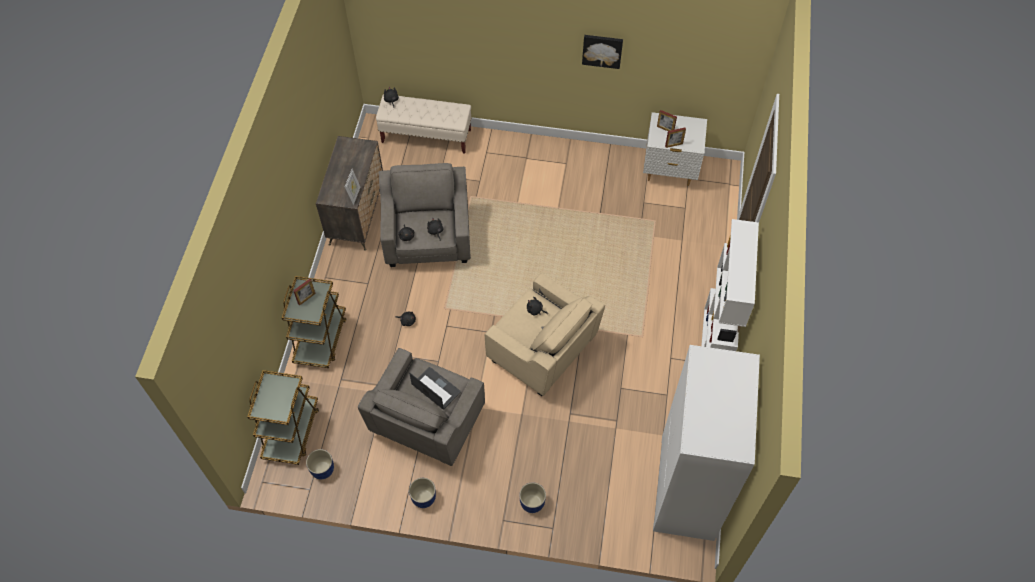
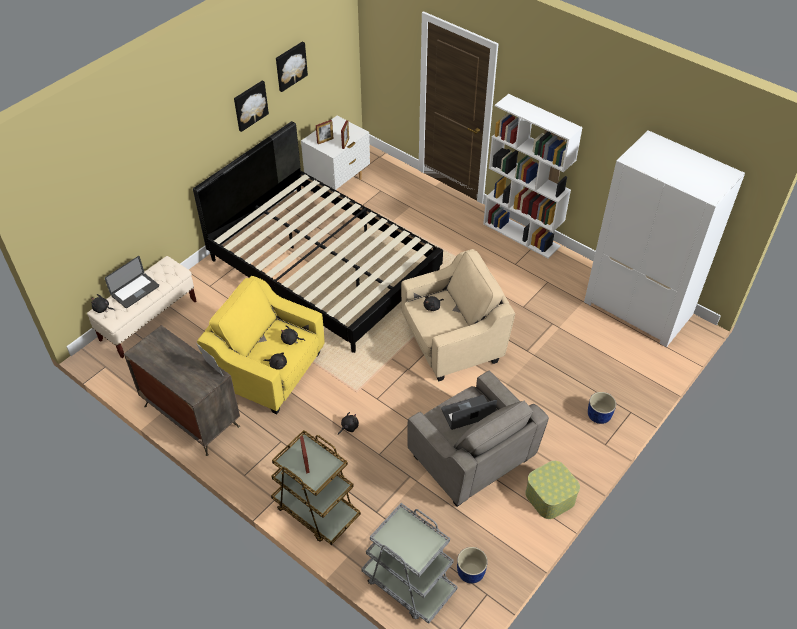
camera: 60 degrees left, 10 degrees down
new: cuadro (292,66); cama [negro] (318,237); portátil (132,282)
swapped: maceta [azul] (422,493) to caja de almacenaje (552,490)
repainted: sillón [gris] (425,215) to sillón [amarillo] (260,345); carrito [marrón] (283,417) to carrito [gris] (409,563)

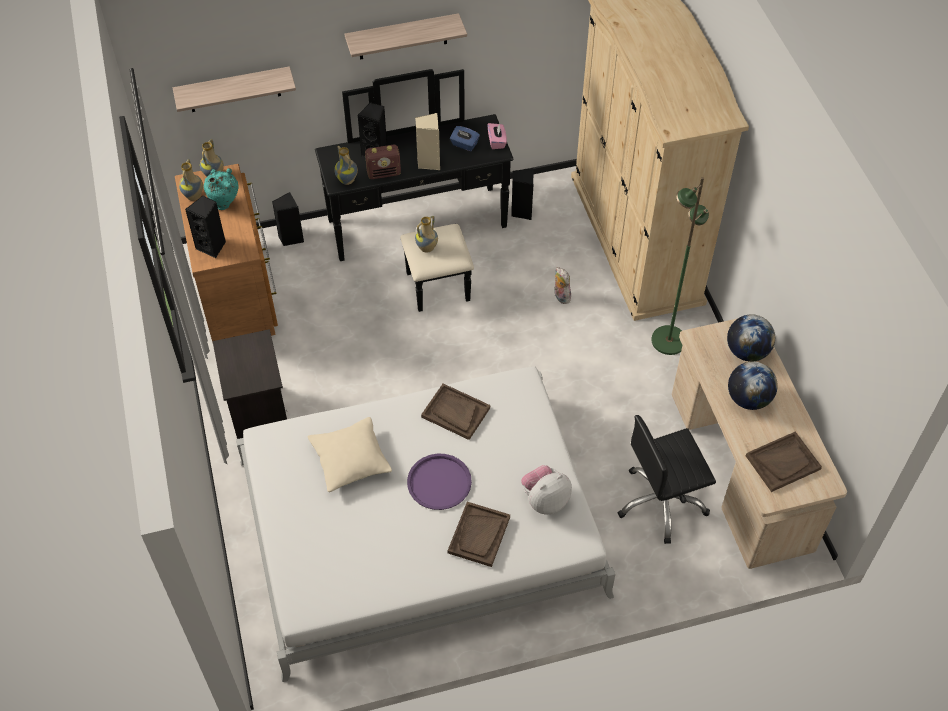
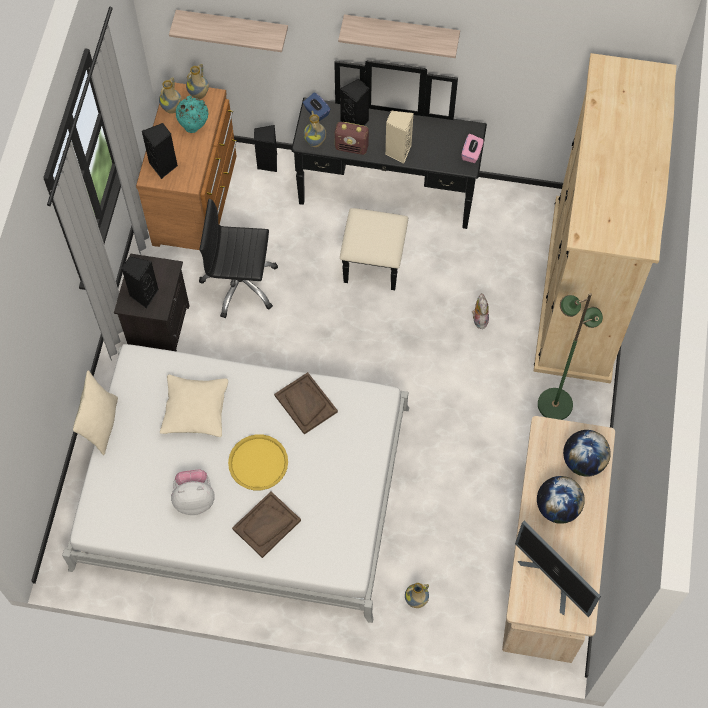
camera: 25 degrees right, 10 degrees up
new: cojín [beis] (95,412)
shifted: caja de pañuelos [azul] (465,138) to (316,106); altavoz [negro] (522,194) to (140,282); florero (426,234) to (417,595); silla de oficina [negro] (667,479) to (238,258); peluche (546,489) to (193,492)
swapped: bandeja [marrón] (784,461) to monitor (558,569)
repainted: bandeja [morado] (439,482) to bandeja [amarillo] (258,462)

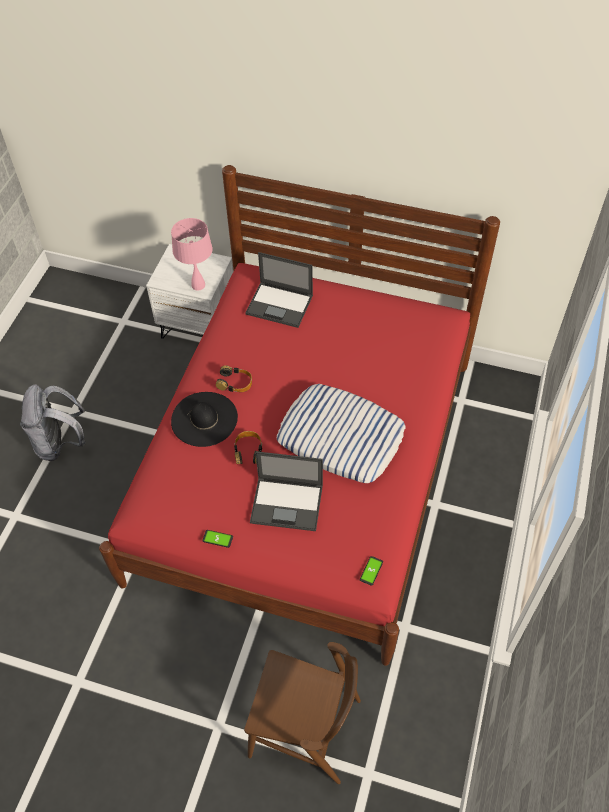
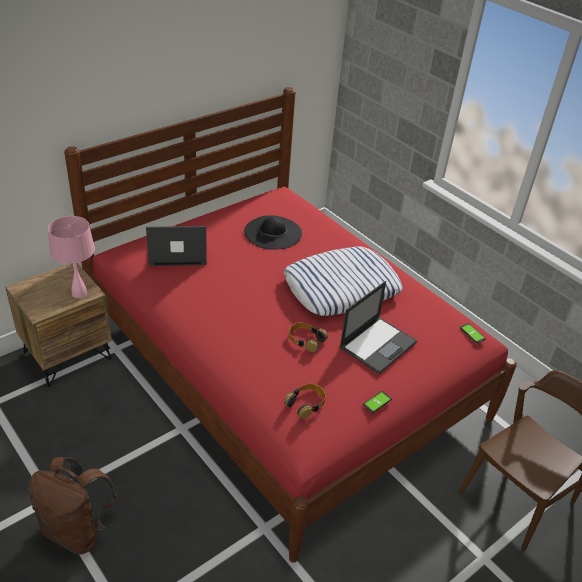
camera: 60 degrees left, 15 degrees down
shifted: auriculares (234,378) to (305,401); sombrero [negro] (204,419) to (273,232)
repainted: mesita de noche [blanco] (190,291) to mesita de noche [marrón] (58,325); mochila [gris] (53,423) to mochila [marrón] (74,505)
rotated: portátil (279,290) = (176,246) 150 degrees counterclockwise

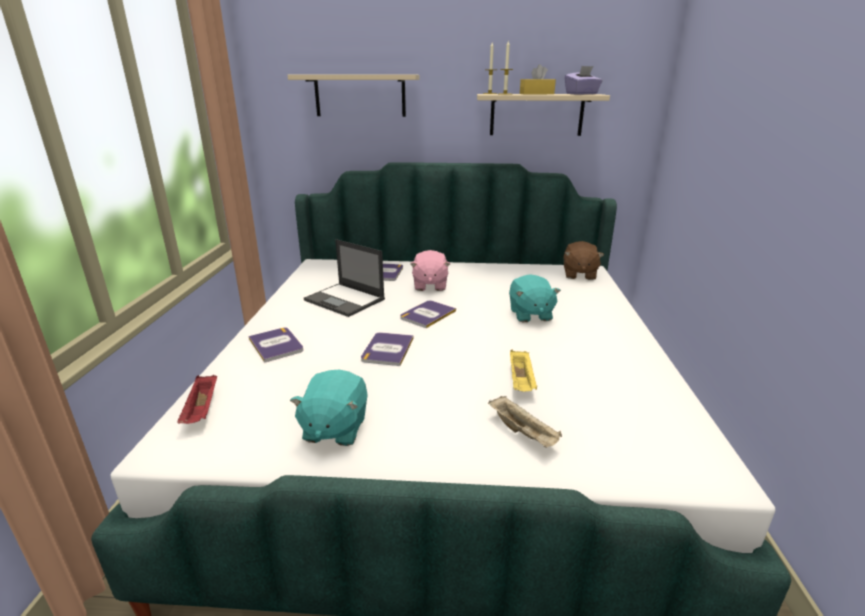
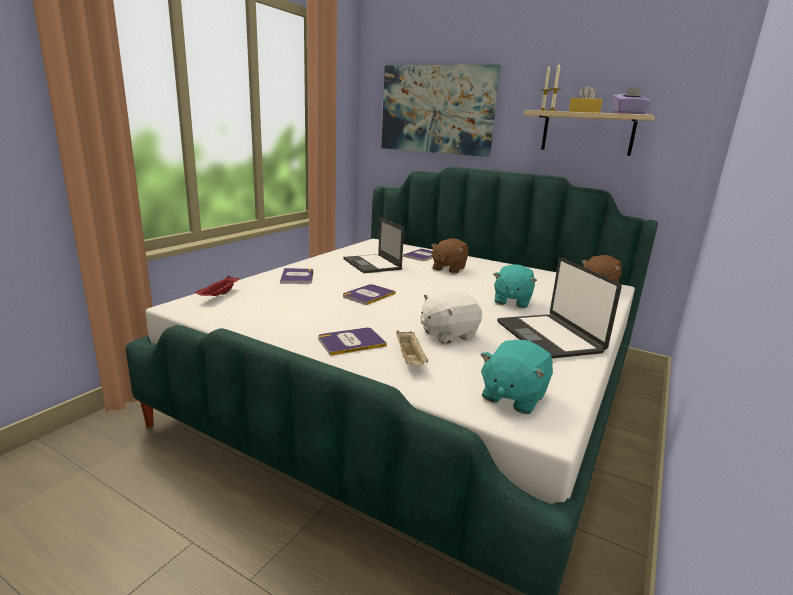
camera: 25 degrees right, 5 degrees down
new: portátil (559,308)
shifted: libro (428,314) to (352,342); peluche [turquesa] (329,408) to (516,377)
swapped: estante [beis] (353,95) to cuadro (441,110); bandeja [amarillo] (523,370) to peluche [blanco] (451,317)
repainted: peluche [rosa] (430,270) to peluche [marrón] (449,256)

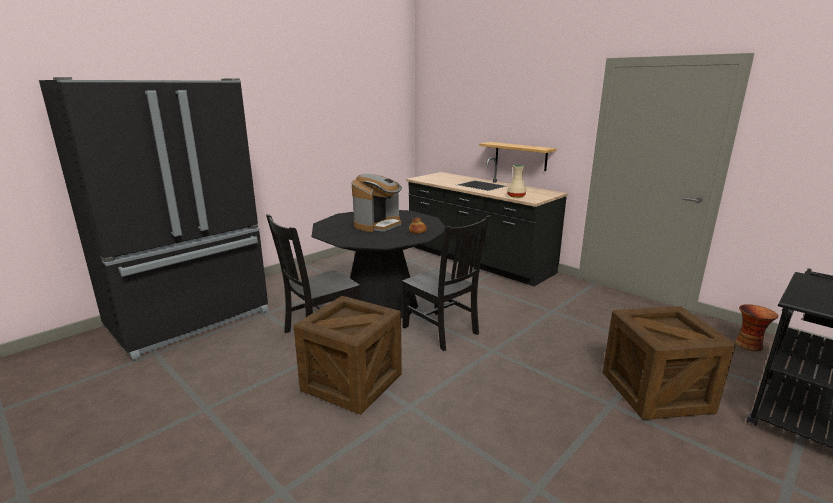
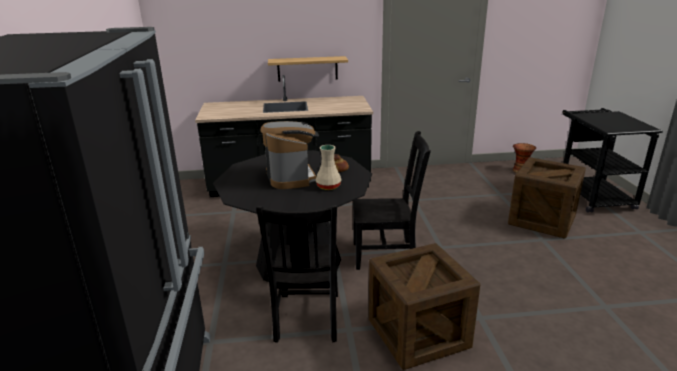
camera: 50 degrees left, 5 degrees up
shifted: florero [beis] (516,181) to (329,167)

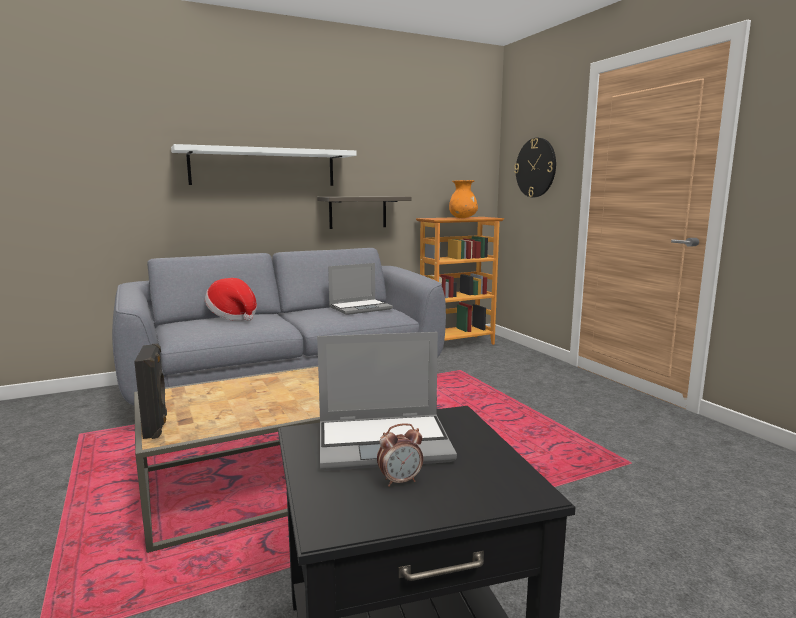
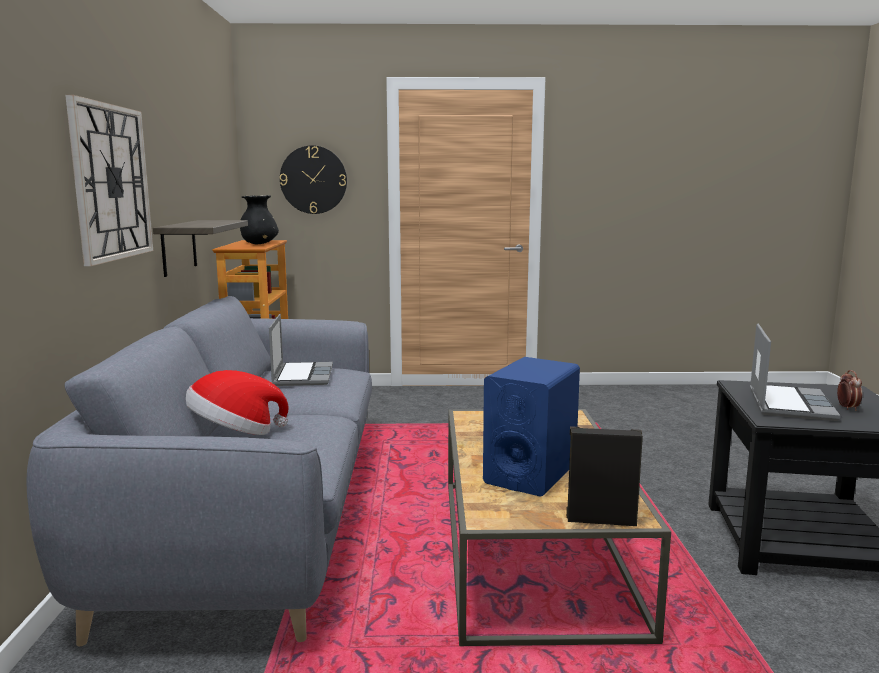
camera: 65 degrees left, 0 degrees up
new: altavoz [azul] (531,427)
swapped: estante [blanco] (264,165) to reloj de pared (109,180)
repainted: florero [naranja] (463,199) to florero [negro] (259,219)

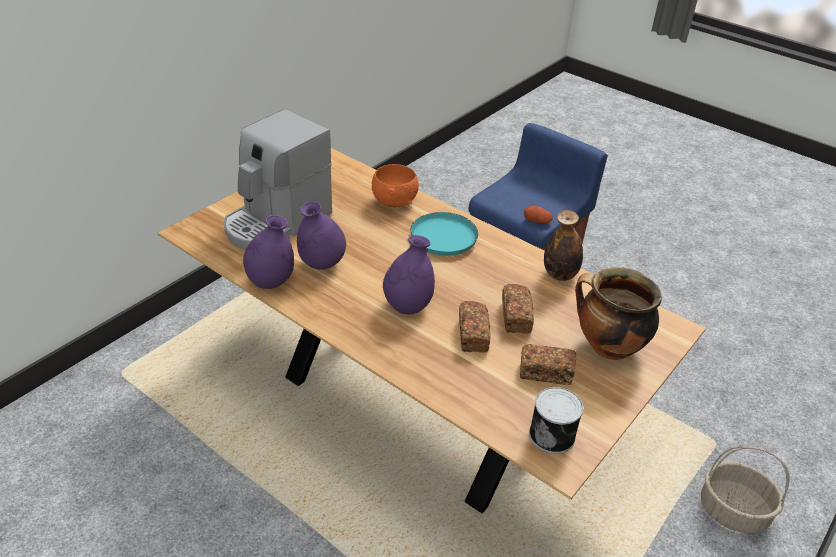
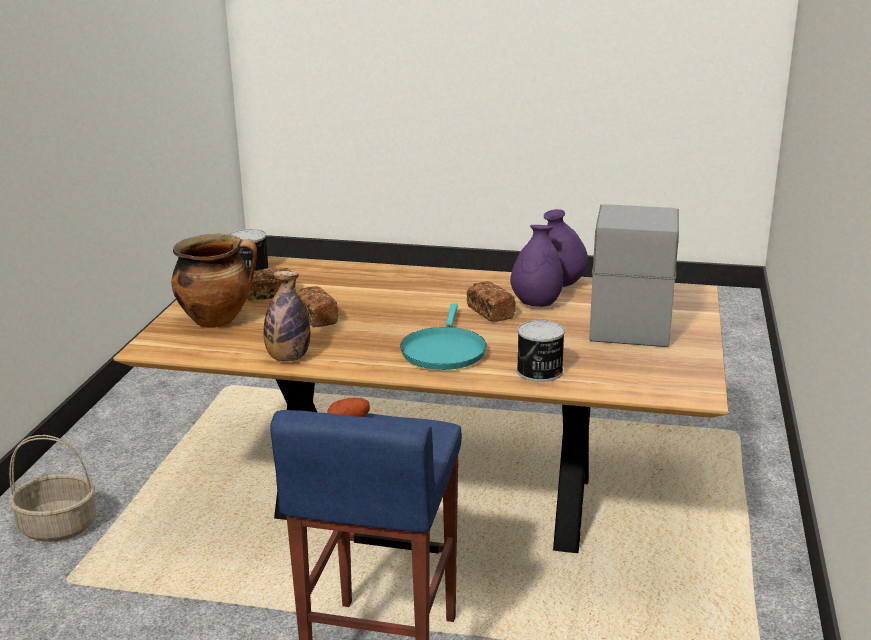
camera: 155 degrees right, 15 degrees down
gone: florero [morado] (409,275)
shifted: pan (474,327) to (491,301)
swapped: cuenco [naranja] (395,185) to lata (541,351)

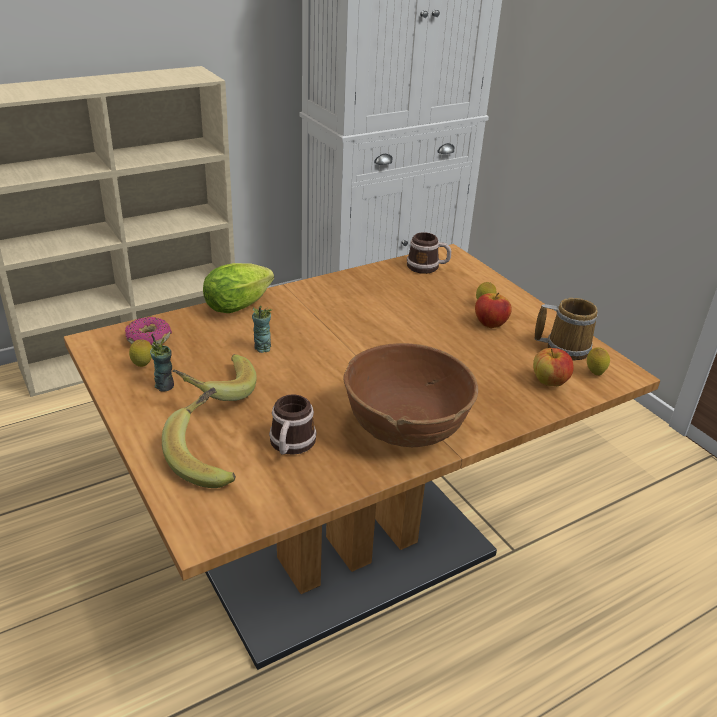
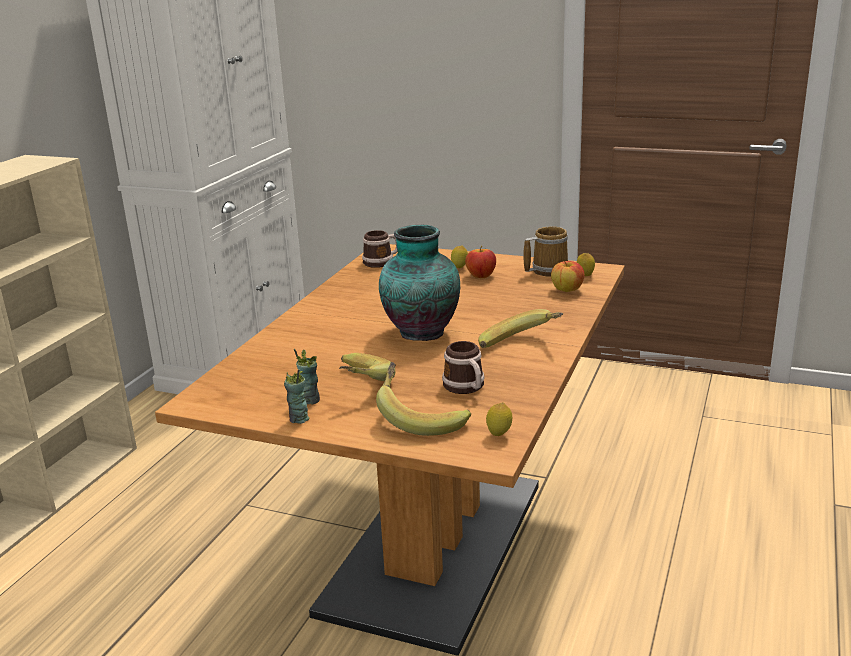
camera: 35 degrees left, 10 degrees down
gone: lechuga (238,288); rosquilla (148,331)
new: florero (419,282)
shifted: taza (262,329) to (296,397); limón (140,353) to (499,419)
swapped: cuenco [marrón] (410,395) to plátano (520,328)

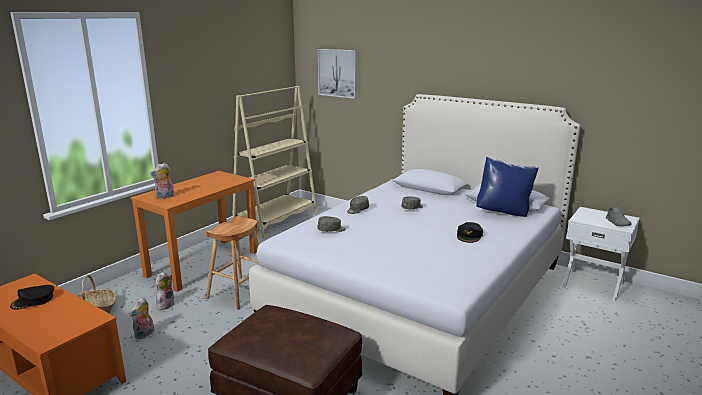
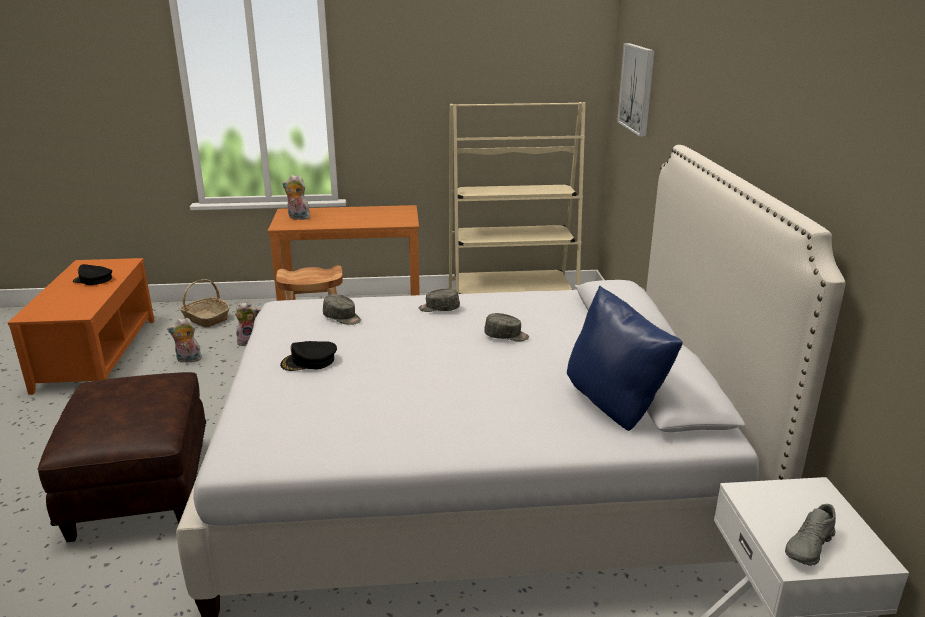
camera: 50 degrees right, 5 degrees up
shifted: gorra [negro] (470,232) to (308,356)

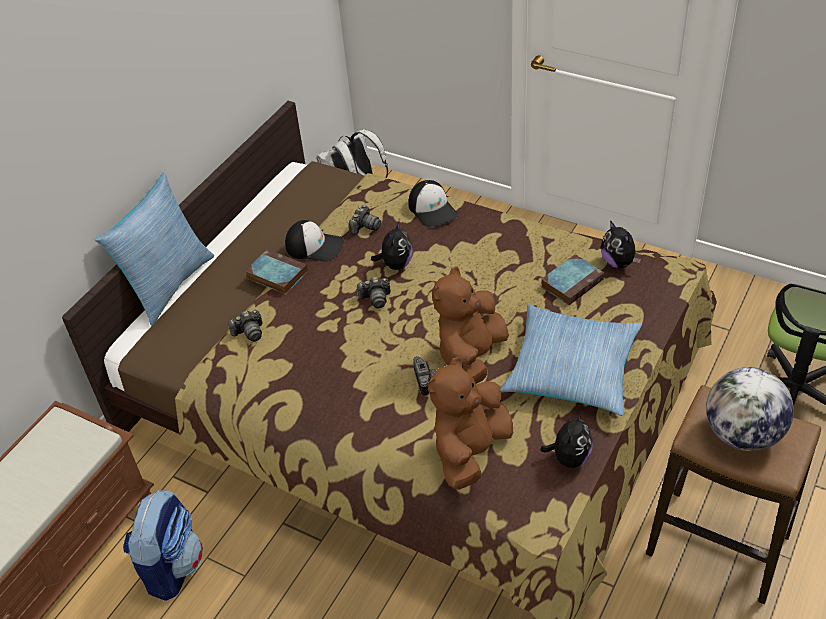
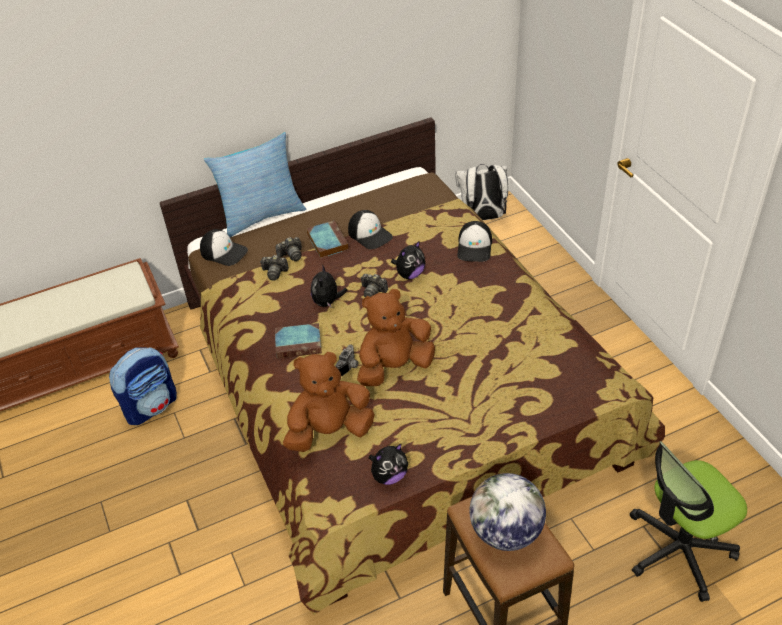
camera: 35 degrees right, 0 degrees up
gone: cojín (571,360)
new: gorra (224,247)
shifted: cámara (365,220) to (288,249); peluche (621,244) to (329,286); libro (572,279) to (298,340)

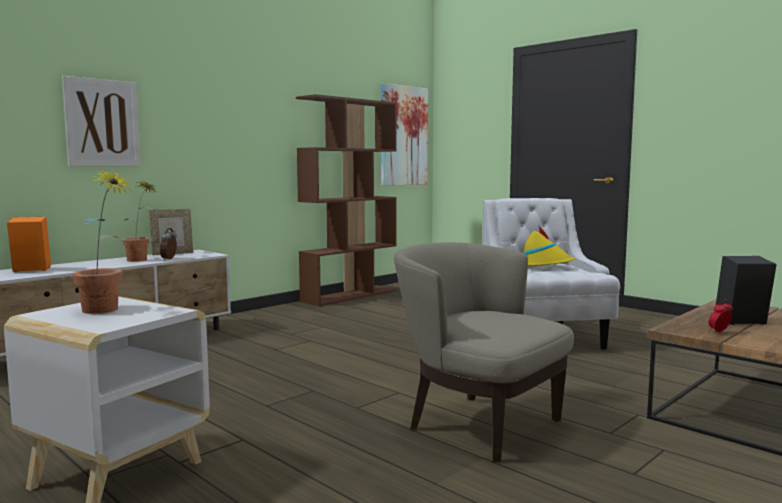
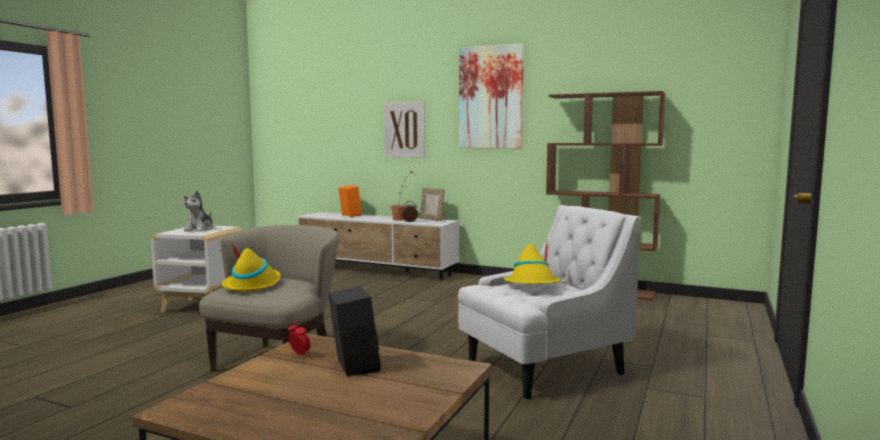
camera: 70 degrees right, 0 degrees up
new: sombrero [amarillo] (251,267)
shifted: cuadro (404,134) to (491,95)
swapped: planta en maceta (103,241) to peluche (198,211)

